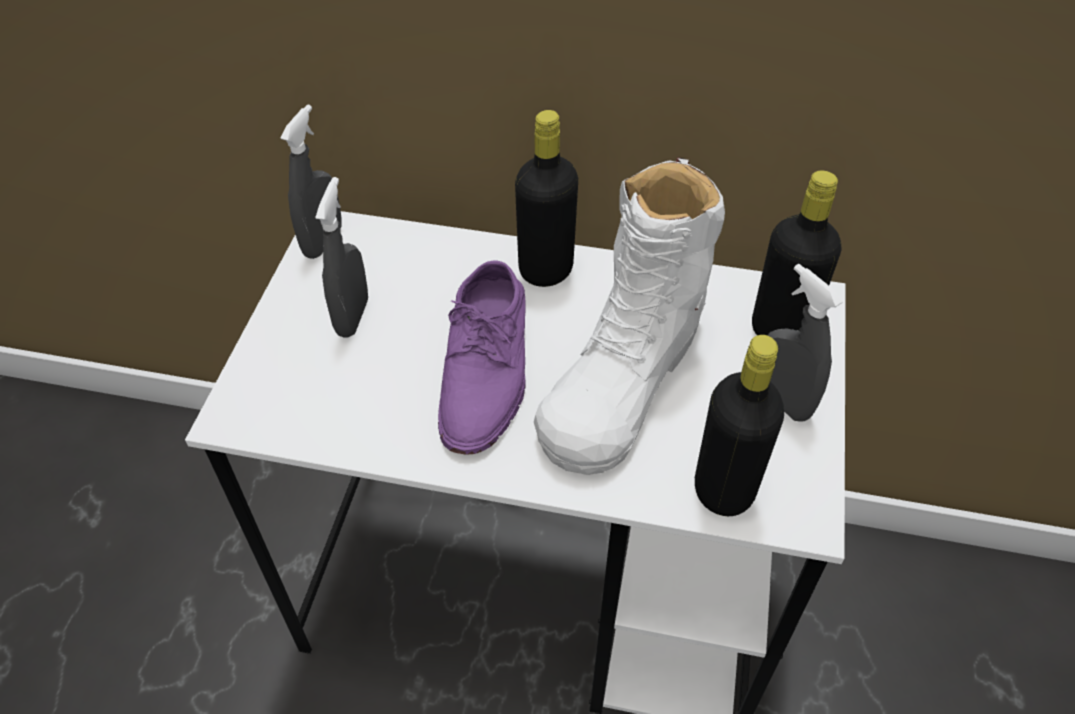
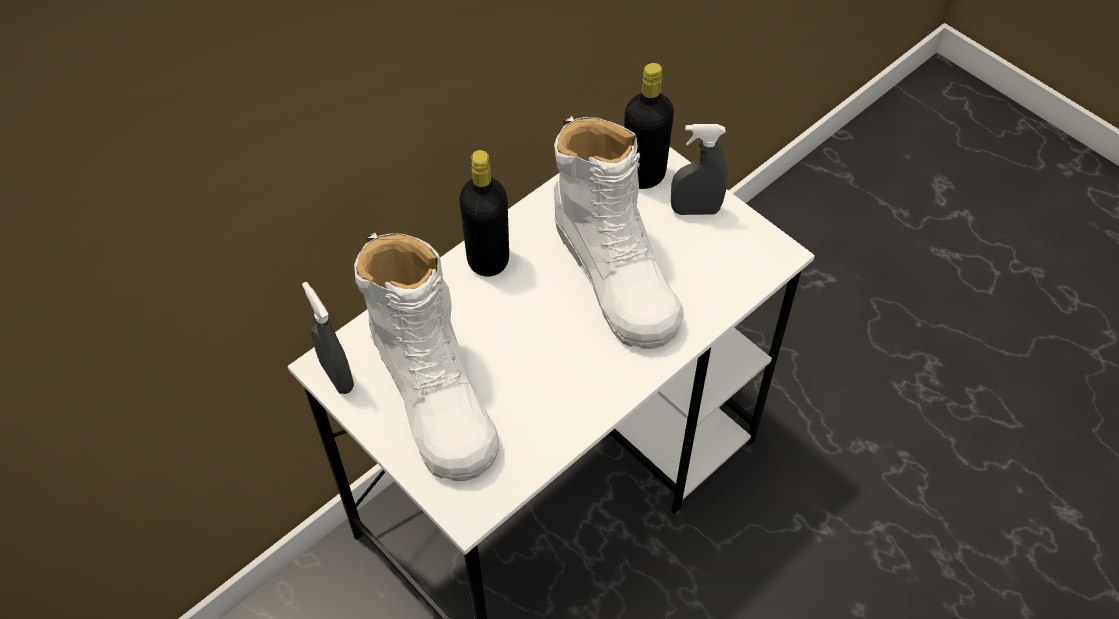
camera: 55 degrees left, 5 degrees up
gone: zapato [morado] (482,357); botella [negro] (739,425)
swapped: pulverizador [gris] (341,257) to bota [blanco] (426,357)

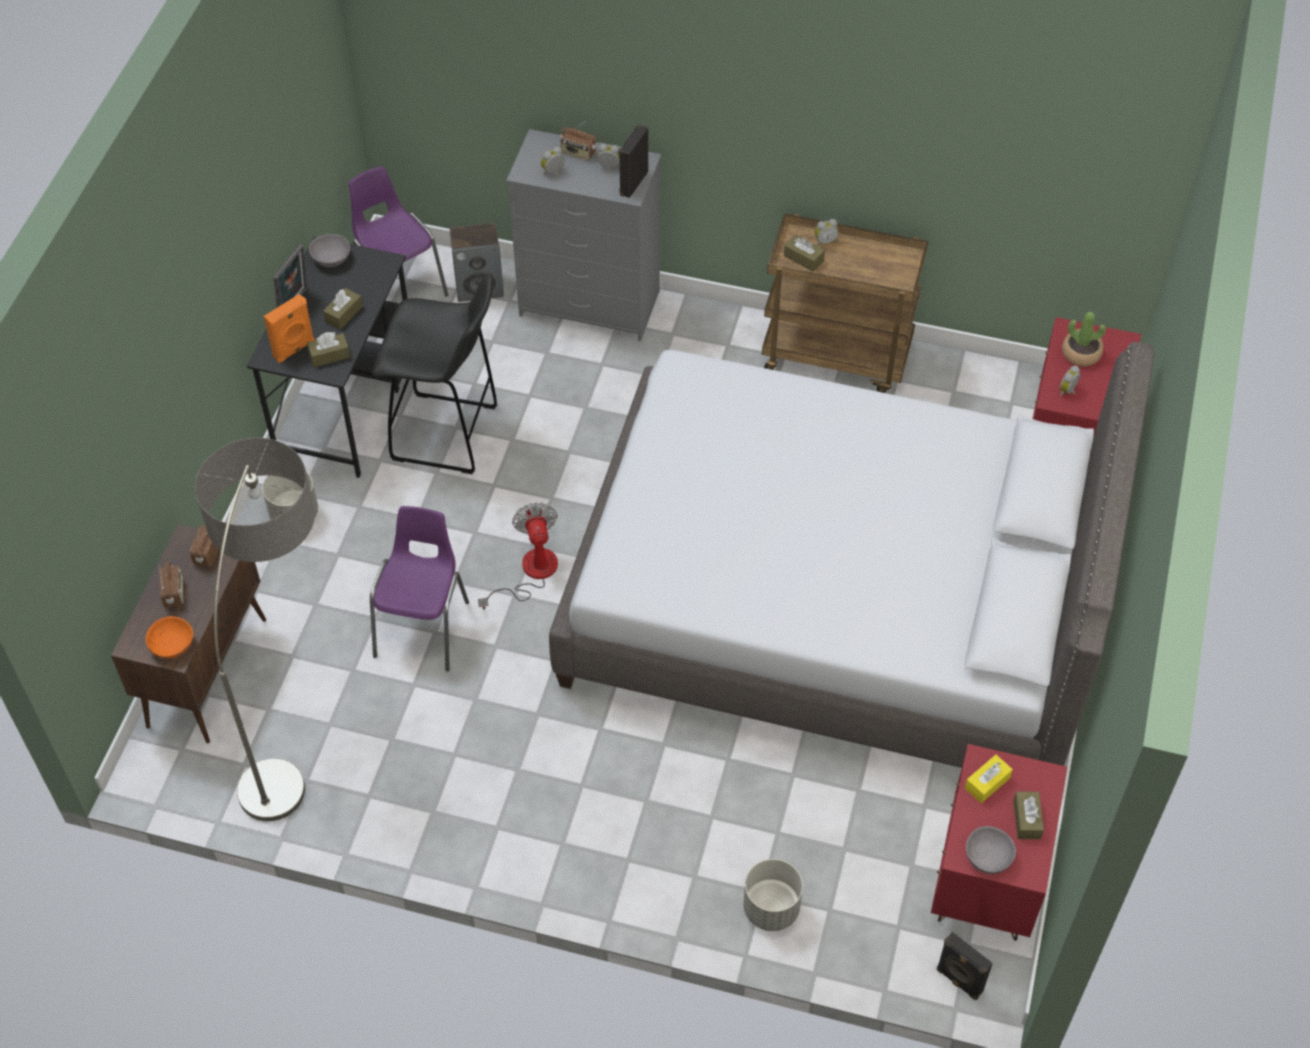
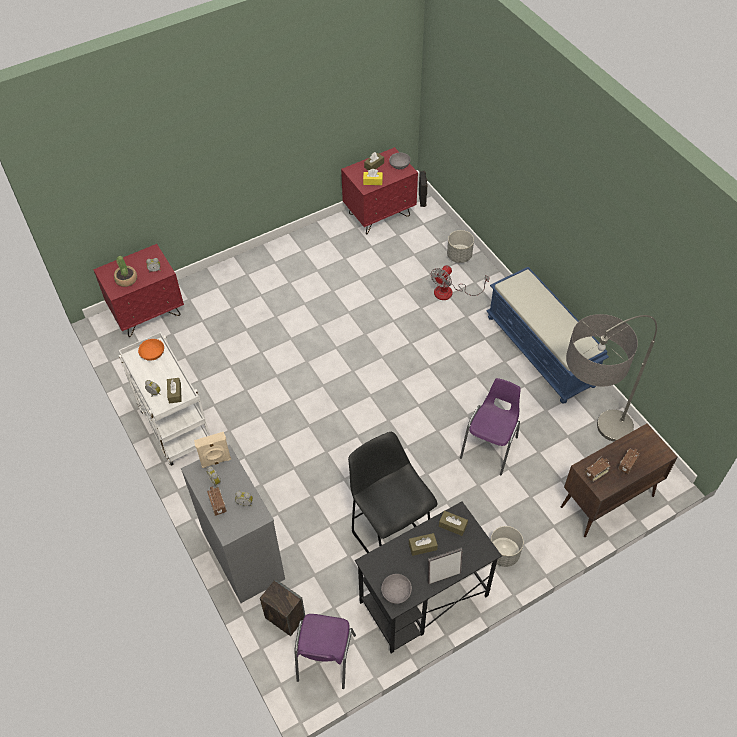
camera: 135 degrees left, 0 degrees up
gone: altavoz [naranja] (289,328); cama [gris] (852,555)
new: banco [azul] (547,335)
shifted: ventilador (518,556) to (460,282); cuenco [naranja] (169,637) to (151,350)
repainted: altavoz [negro] (633,161) to altavoz [beis] (212,450); carrito [marrón] (845,303) to carrito [blanco] (164,399)
rotated: silla [morado] (419,589) = (490,426) 150 degrees clockwise

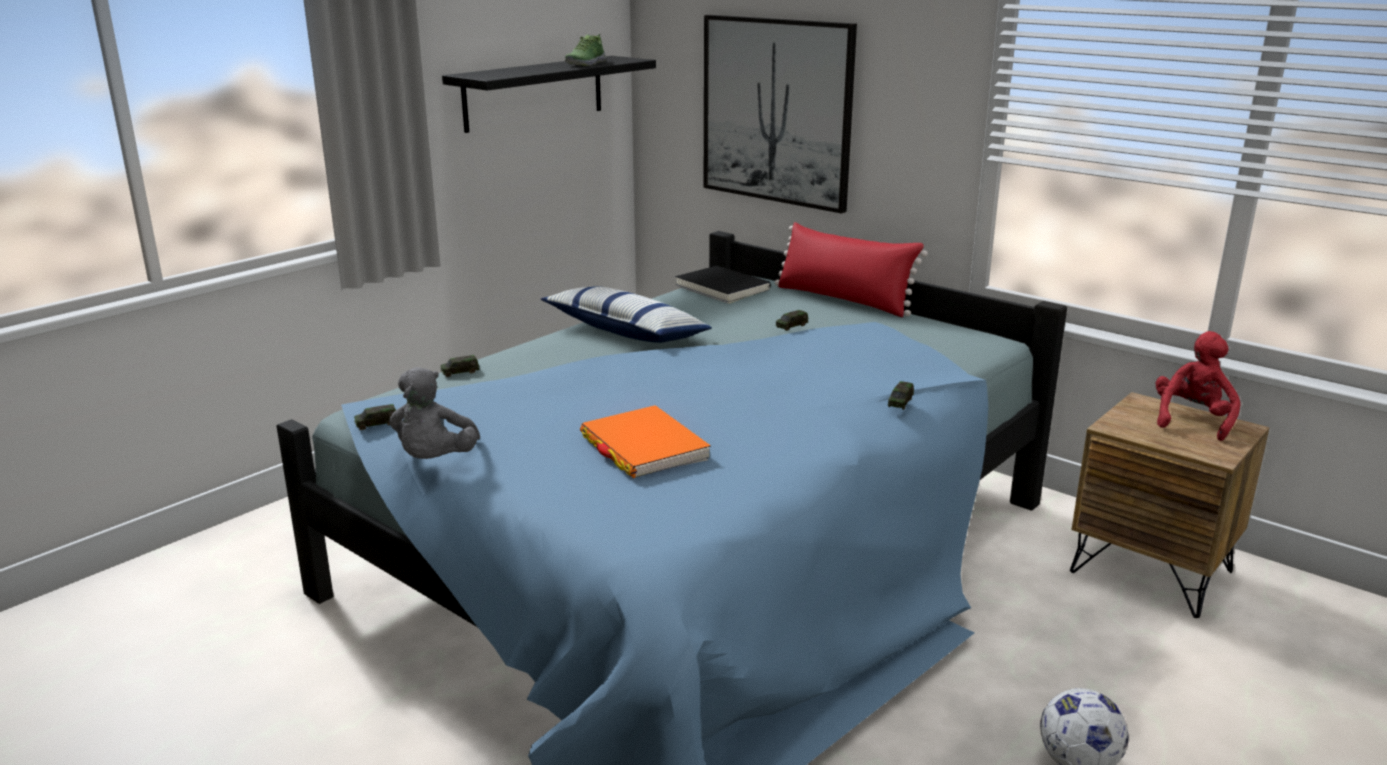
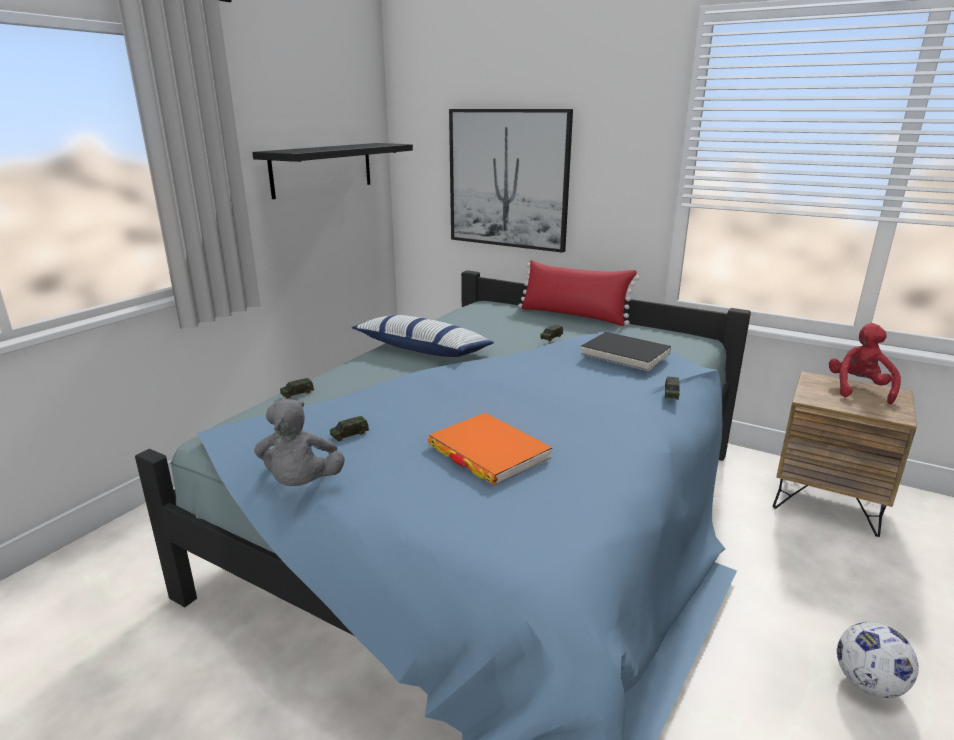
camera: 10 degrees left, 0 degrees up
gone: zapato (585,50)
shifted: libro [negro] (723,285) to (626,351); coche de juguete (375,417) to (349,429)

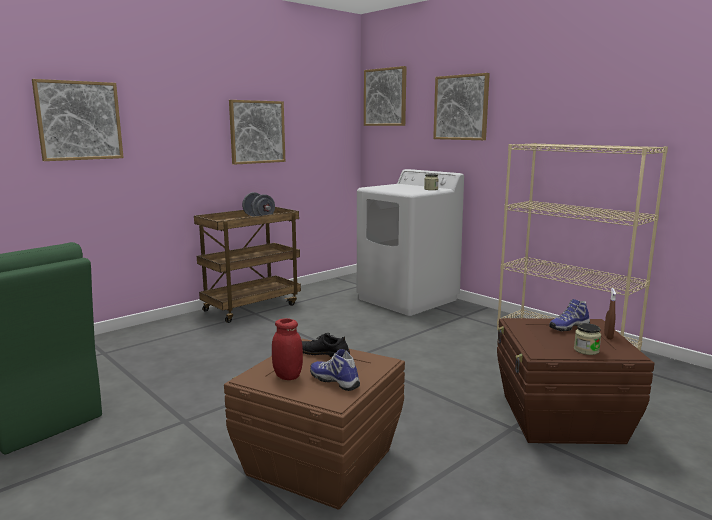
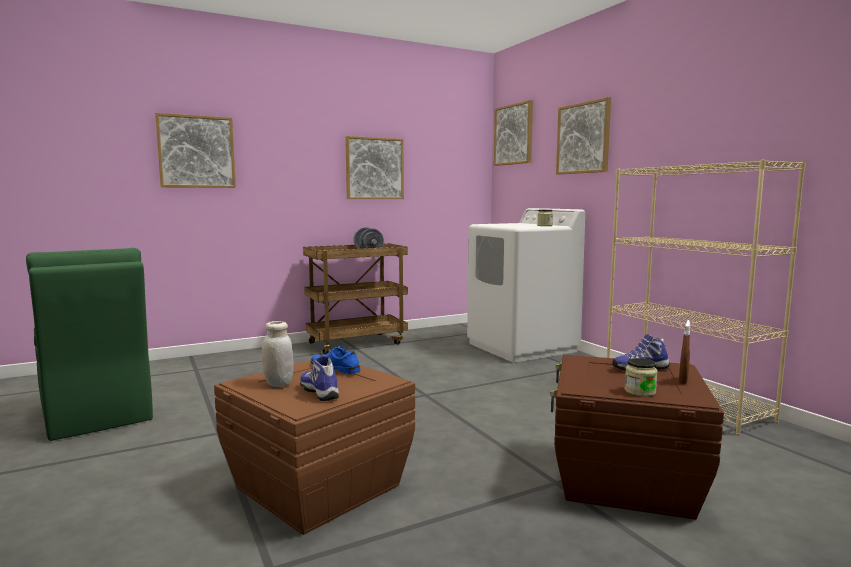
camera: 15 degrees right, 5 degrees down
repainted: tarro [rojo] (287,349) to tarro [blanco] (278,354); zapato [negro] (326,345) to zapato [azul] (335,360)

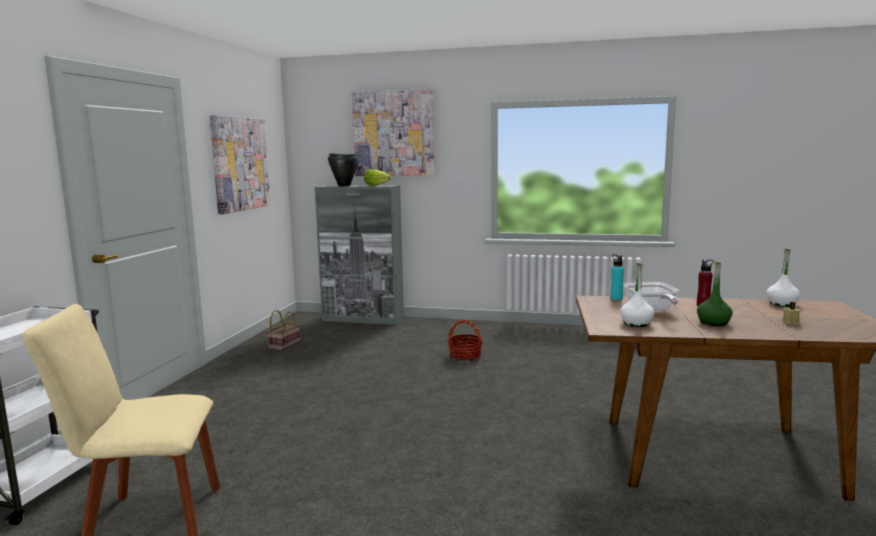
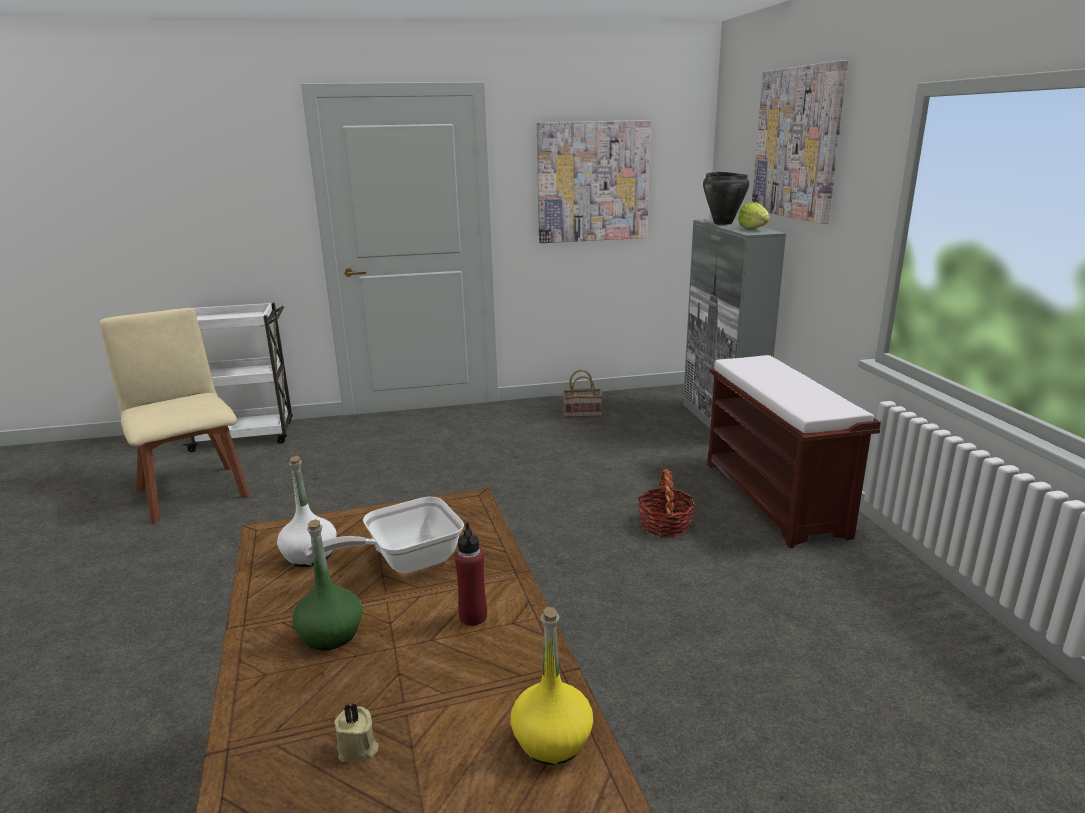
camera: 65 degrees right, 10 degrees up
gone: botella [turquesa] (617,277)
new: banco [marrón] (794,451)
repainted: botella [blanco] (783,278) to botella [amarillo] (552,686)

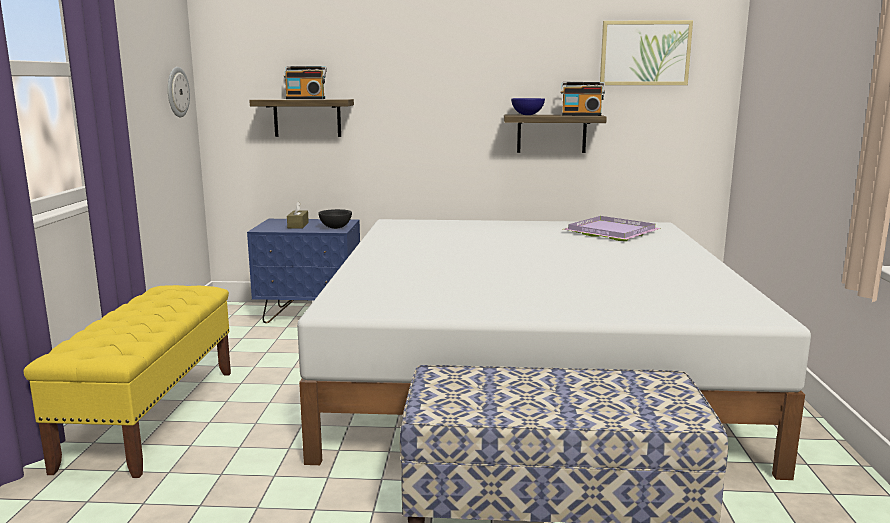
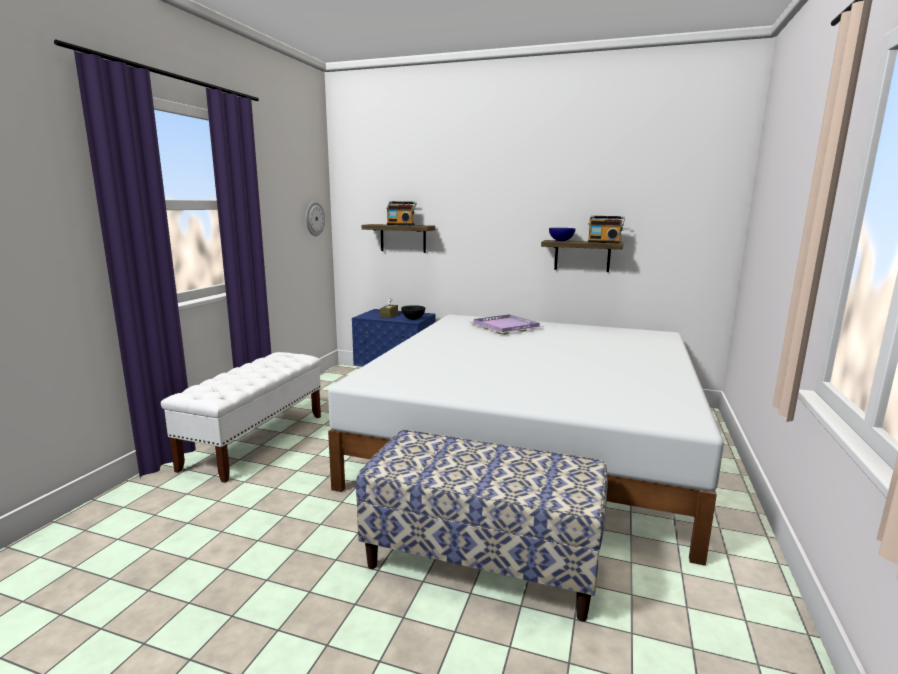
camera: 15 degrees right, 0 degrees up
gone: cuadro (646,52)
shifted: bandeja [morado] (612,228) to (506,324)
repainted: banco [amarillo] (127,381) to banco [blanco] (241,417)

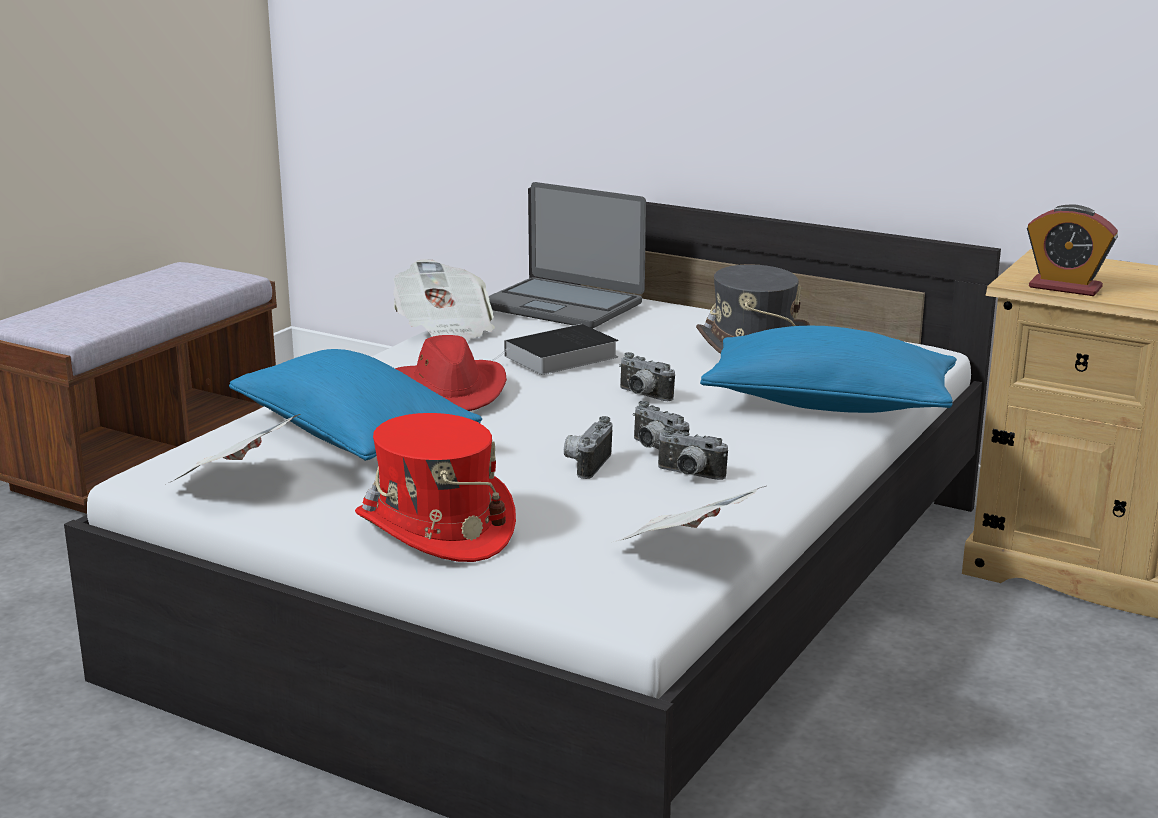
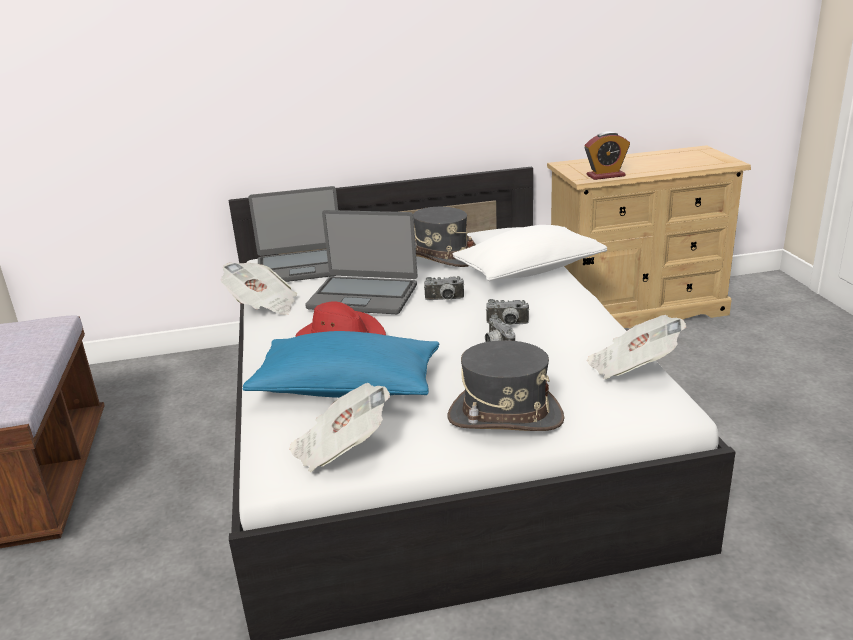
camera: 40 degrees left, 5 degrees up
gone: cámara (692,453)
swapped: libro (554,349) to portátil (361,262)
repainted: cojín [azul] (828,369) to cojín [blanco] (530,253); sombrero [rojo] (435,487) to sombrero [gris] (505,385)

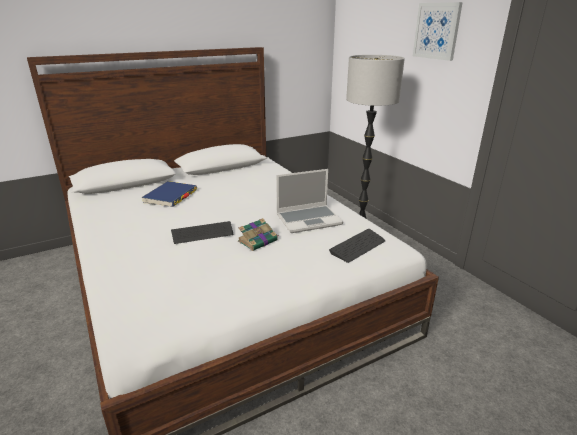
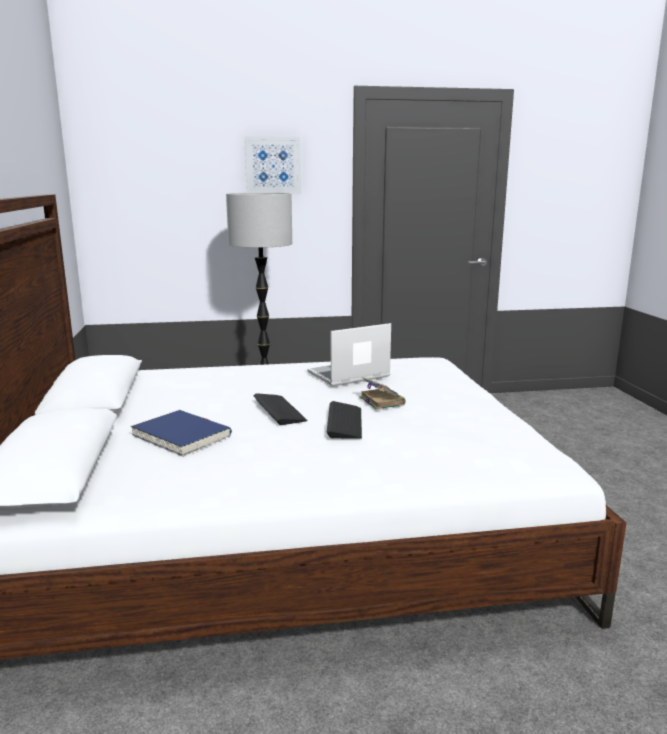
camera: 70 degrees left, 10 degrees down
shifted: teclado (357,246) to (281,409)
rotated: portátil (309,201) = (349,354) 120 degrees counterclockwise

